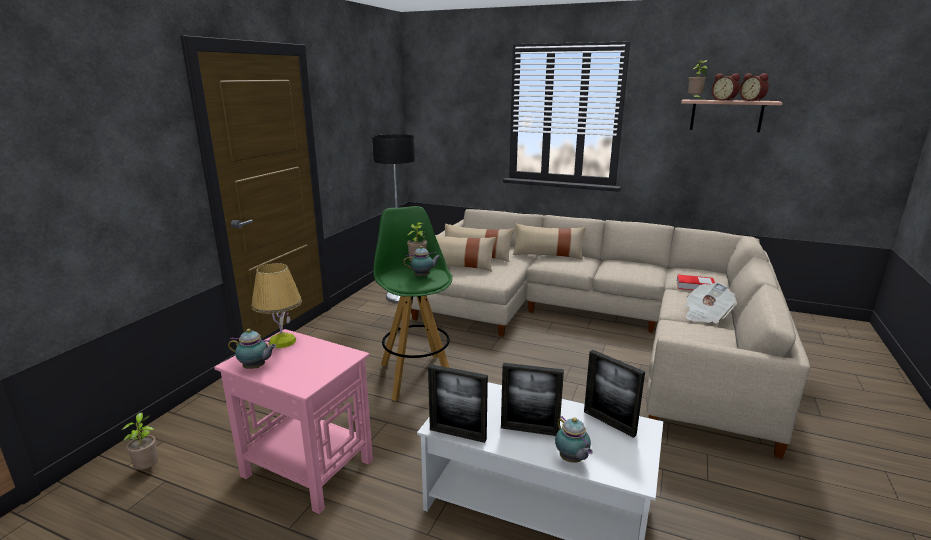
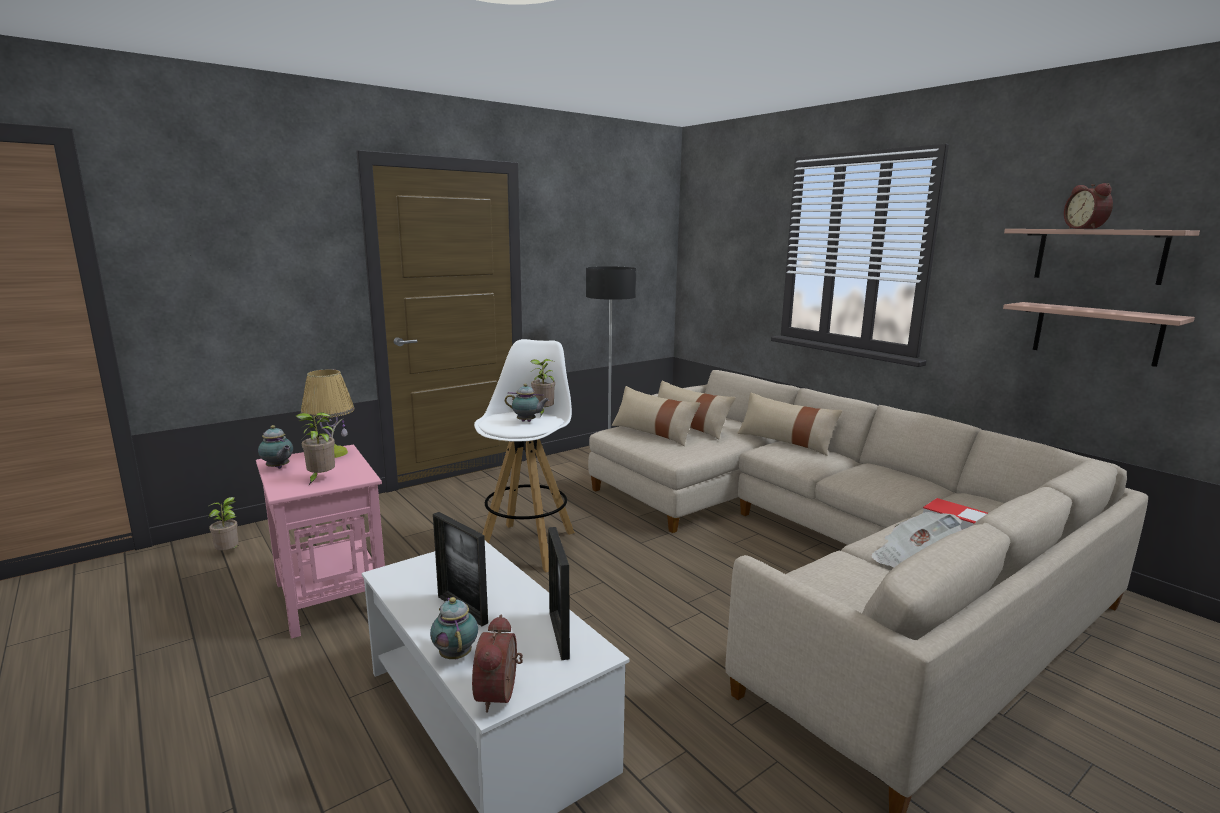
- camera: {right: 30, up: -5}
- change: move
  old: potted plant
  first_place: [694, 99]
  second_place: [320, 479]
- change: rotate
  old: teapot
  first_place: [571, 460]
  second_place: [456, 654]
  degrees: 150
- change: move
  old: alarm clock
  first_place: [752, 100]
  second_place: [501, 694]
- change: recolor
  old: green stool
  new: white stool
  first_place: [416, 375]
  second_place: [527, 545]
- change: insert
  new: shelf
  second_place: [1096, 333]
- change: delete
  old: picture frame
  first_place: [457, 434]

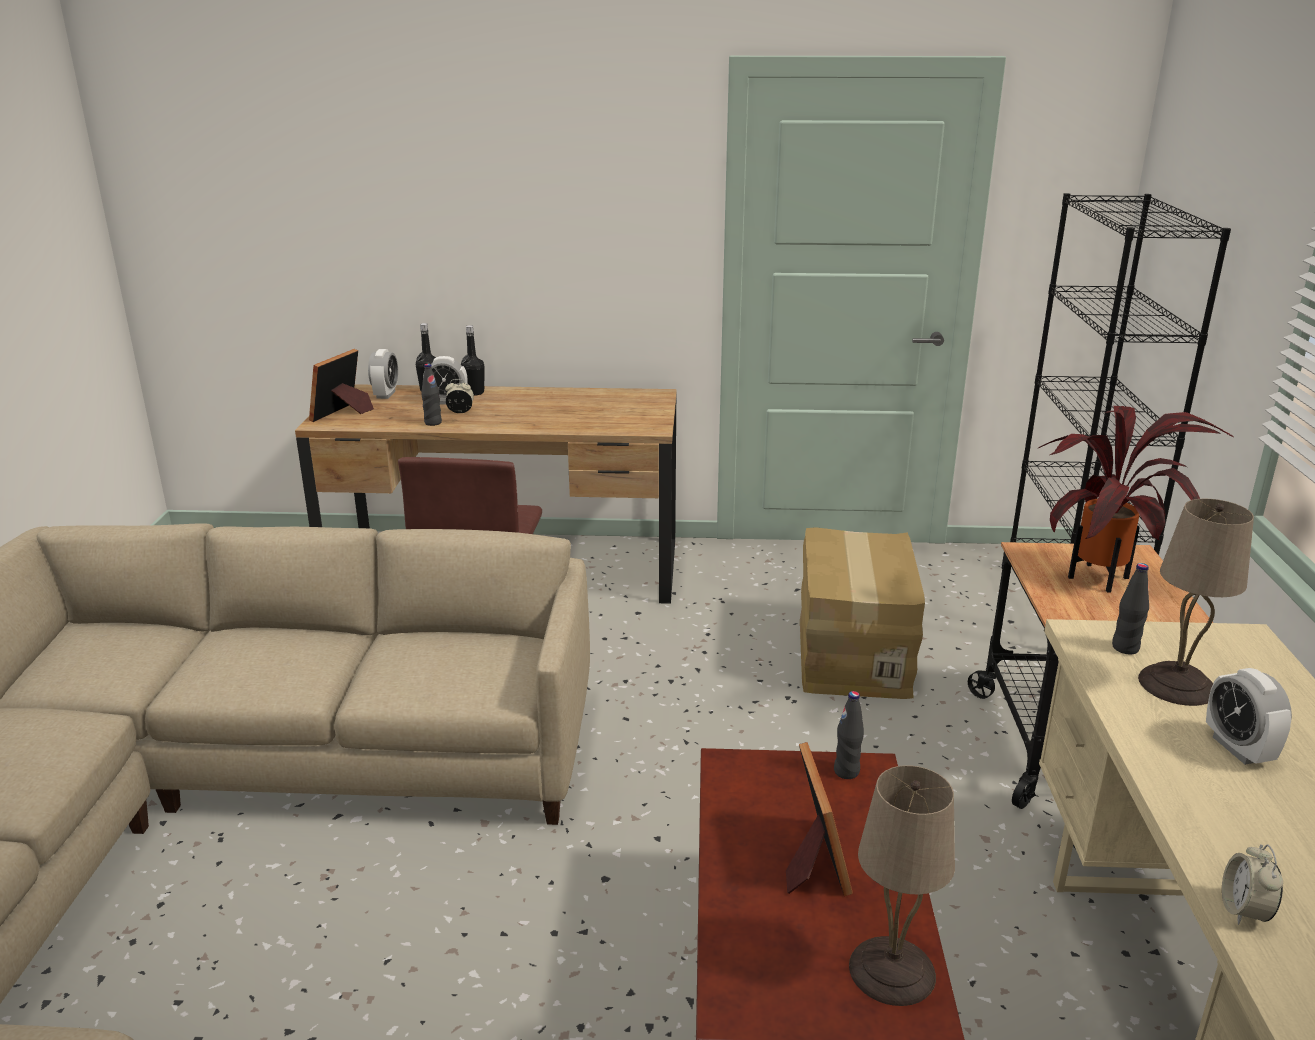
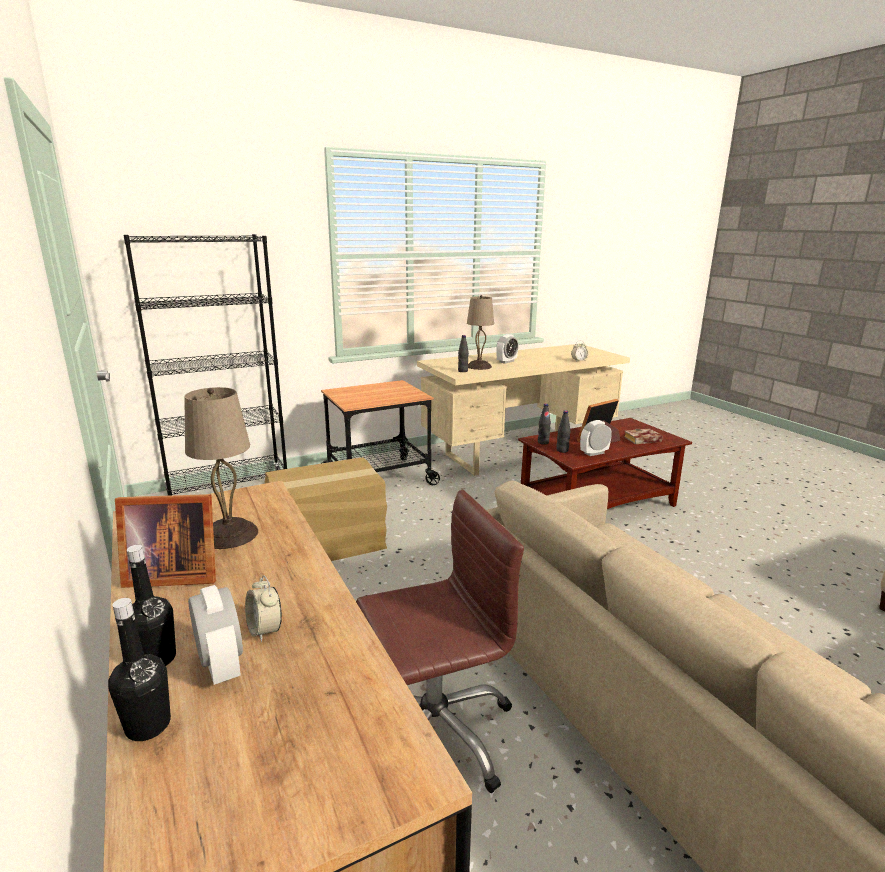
- camera: {right: -120, up: -5}
- change: move
  old: picture frame
  first_place: [343, 413]
  second_place: [171, 574]
- change: move
  old: beige table lamp
  first_place: [892, 972]
  second_place: [231, 534]
- change: move
  old: black bottle
  first_place: [433, 423]
  second_place: [562, 450]
- change: move
  old: alarm clock
  first_place: [386, 394]
  second_place: [594, 453]
- change: insert
  new: book
  second_place: [641, 440]
- change: delete
  old: potted plant
  first_place: [1102, 581]

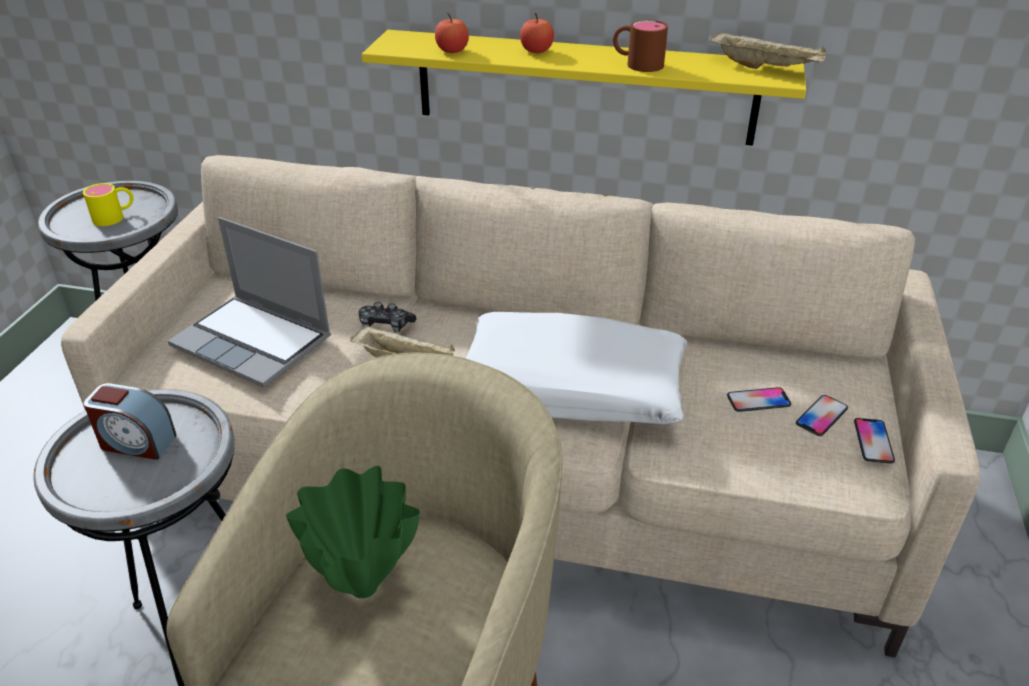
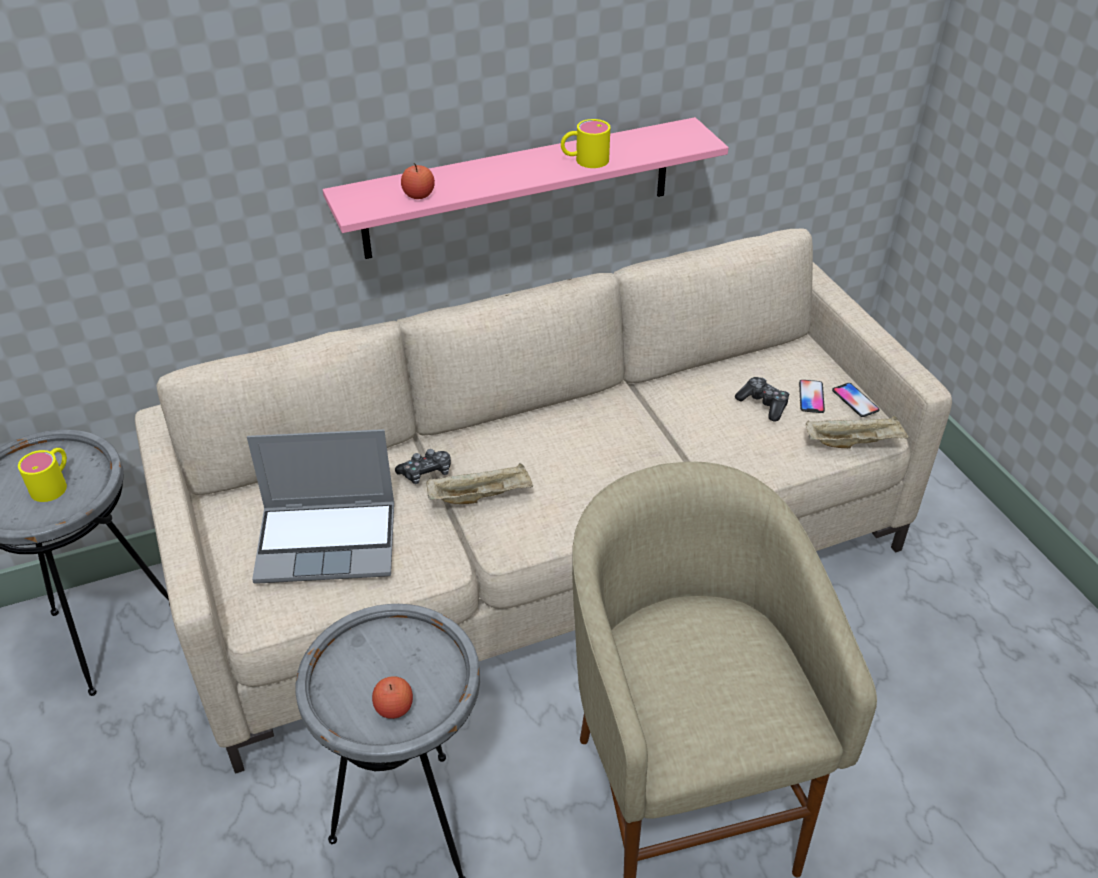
- camera: {right: -35, up: 5}
- change: recolor
  old: yellow shelf
  new: pink shelf
  first_place: [584, 87]
  second_place: [519, 188]
- change: move
  old: apple
  first_place: [536, 51]
  second_place: [394, 708]
- change: recolor
  old: brown mug
  new: yellow mug
  first_place: [637, 64]
  second_place: [584, 160]
- change: replace
  old: phone
  new: game controller
  first_place: [758, 401]
  second_place: [763, 404]
- change: move
  old: beige tray
  first_place: [766, 67]
  second_place: [854, 442]
- change: delete
  old: alarm clock
  first_place: [136, 442]
- change: delete
  old: green vase
  first_place: [365, 585]
- change: delete
  old: white pillow
  first_place: [571, 387]

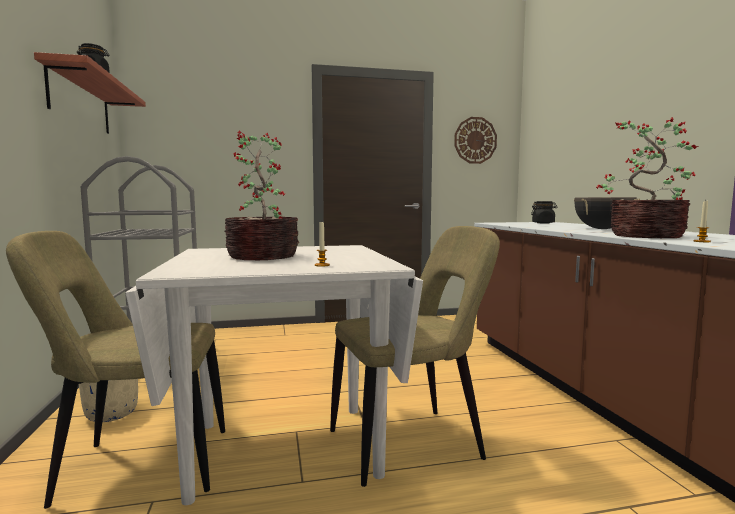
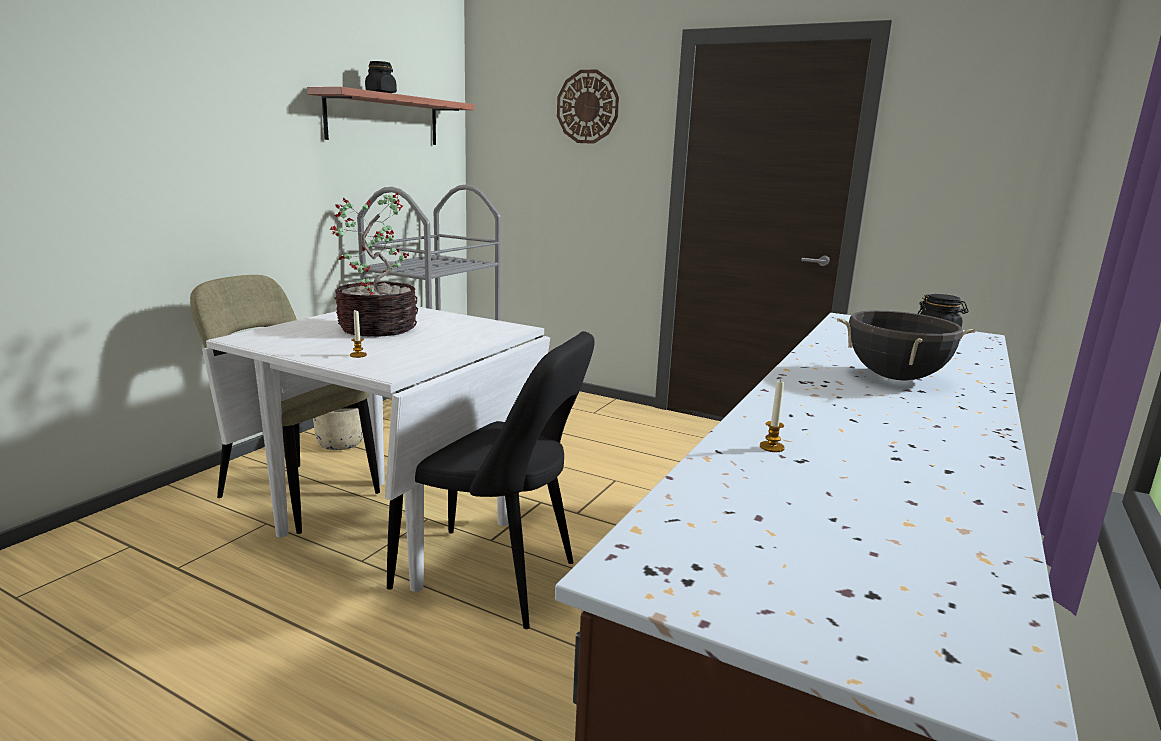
- camera: {right: 40, up: 10}
- change: recolor
  old: beige chair
  new: black chair
  first_place: [412, 444]
  second_place: [492, 578]
- change: move
  old: wall clock
  first_place: [475, 140]
  second_place: [587, 107]
- change: delete
  old: potted plant
  first_place: [643, 236]

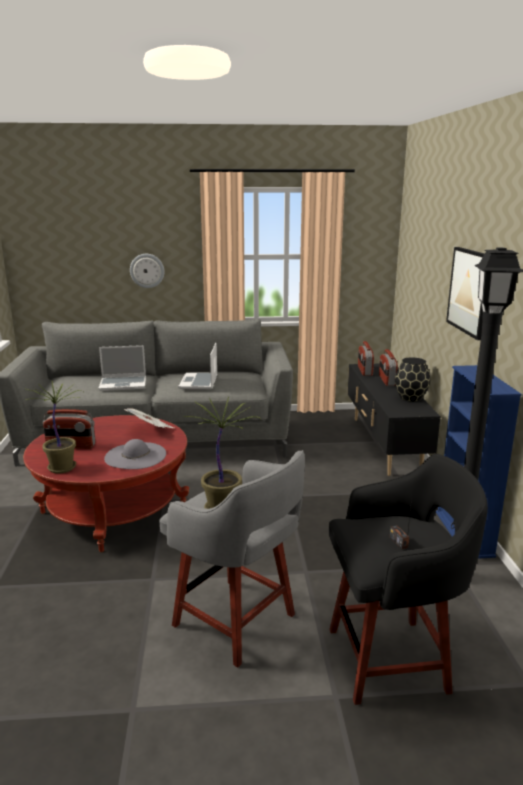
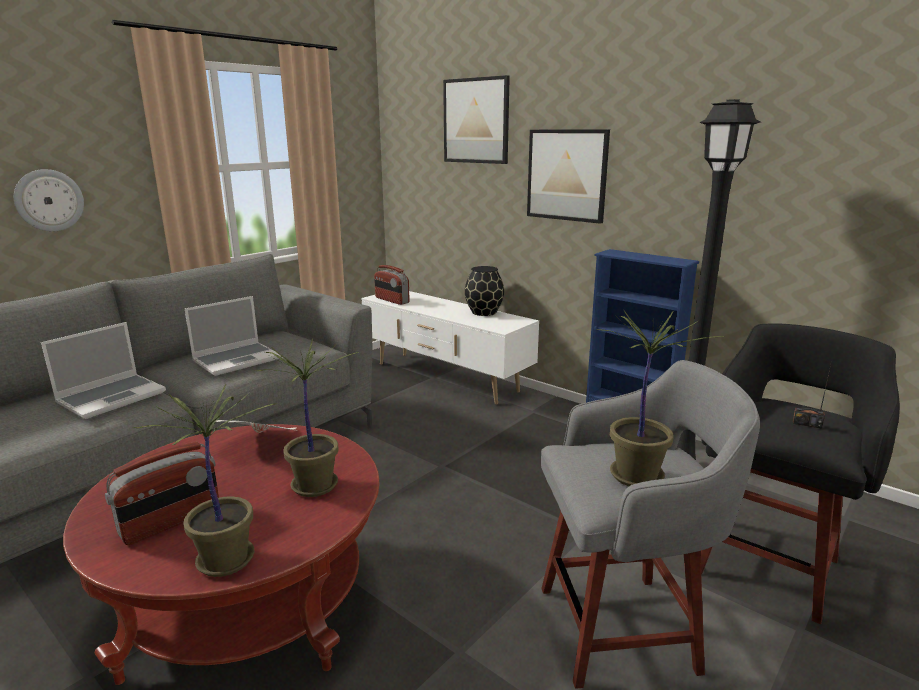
- camera: {right: -45, up: 0}
- change: rotate
  old: laptop
  first_place: [199, 382]
  second_place: [237, 360]
  degrees: -90
- change: replace
  old: grey hat
  new: potted plant
  first_place: [135, 456]
  second_place: [314, 485]
- change: recolor
  old: black tv stand
  new: white tv stand
  first_place: [384, 445]
  second_place: [445, 378]
- change: insert
  new: picture
  second_place: [476, 121]
- change: delete
  old: radio
  first_place: [387, 380]

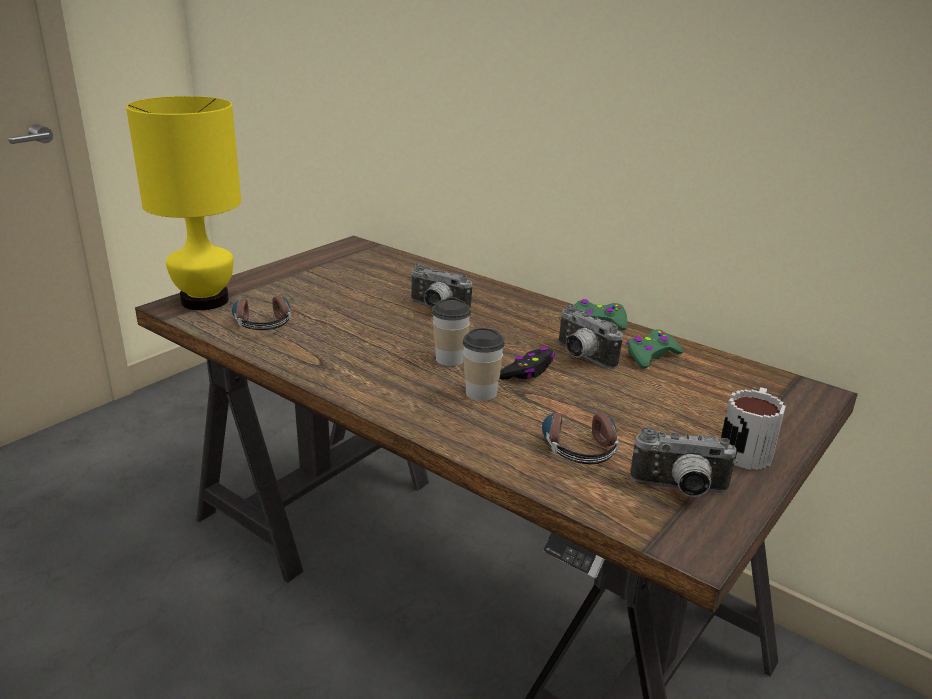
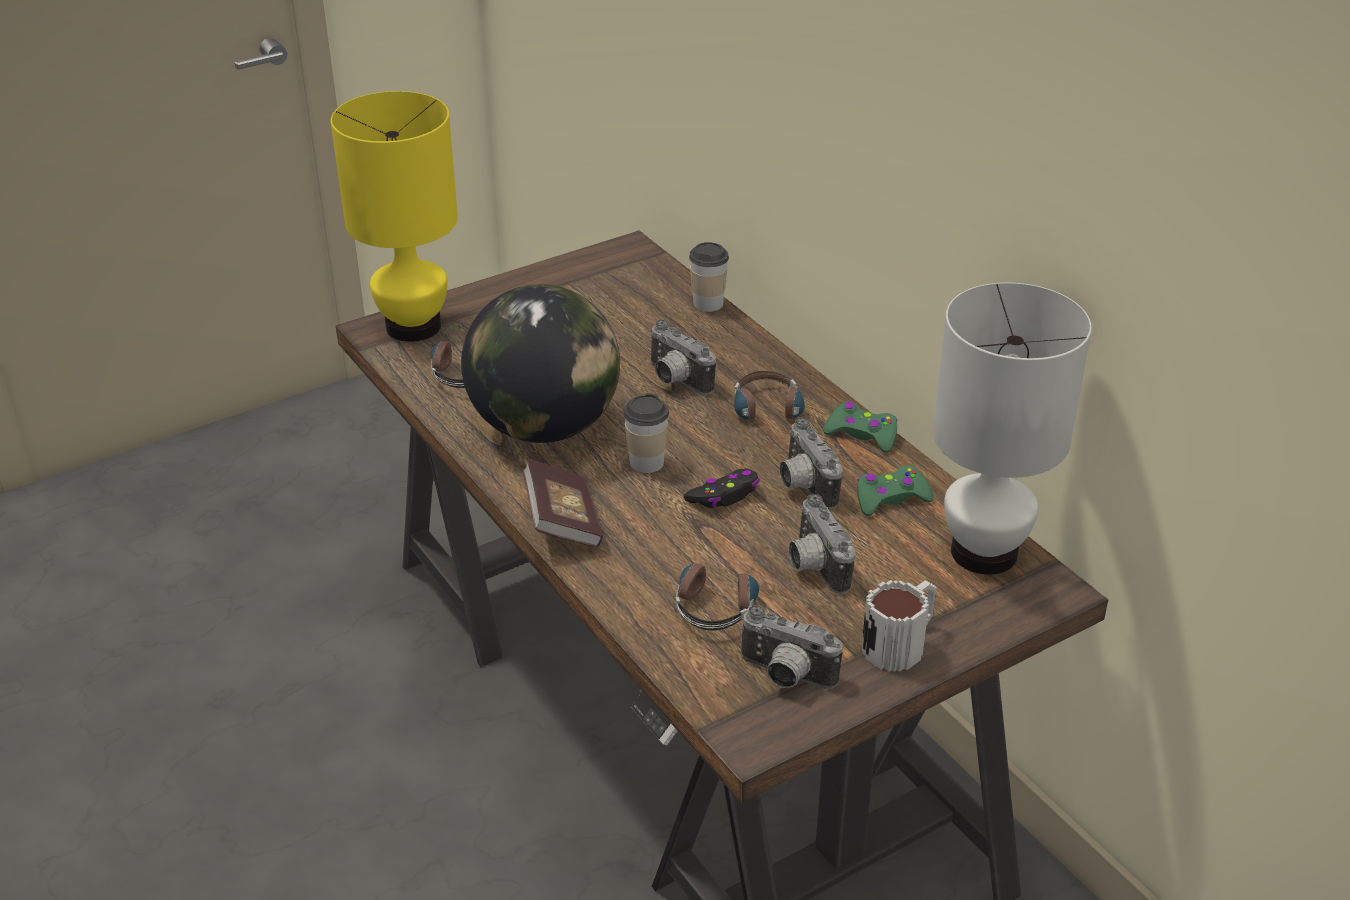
- camera: {right: 20, up: 10}
- change: insert
  new: globe
  second_place: [544, 427]
- change: insert
  new: book
  second_place: [563, 522]
- change: move
  old: cup
  first_place: [481, 393]
  second_place: [708, 304]
- change: insert
  new: headphones
  second_place: [768, 414]
- change: insert
  new: photo camera
  second_place: [813, 566]
- change: insert
  new: white table lamp
  second_place: [985, 552]

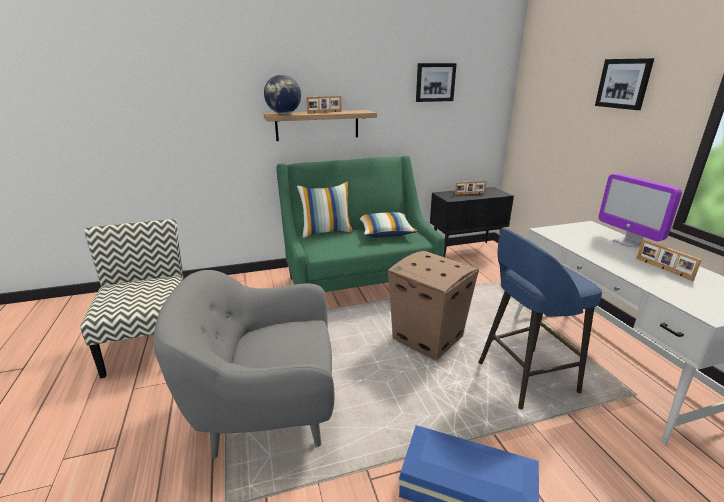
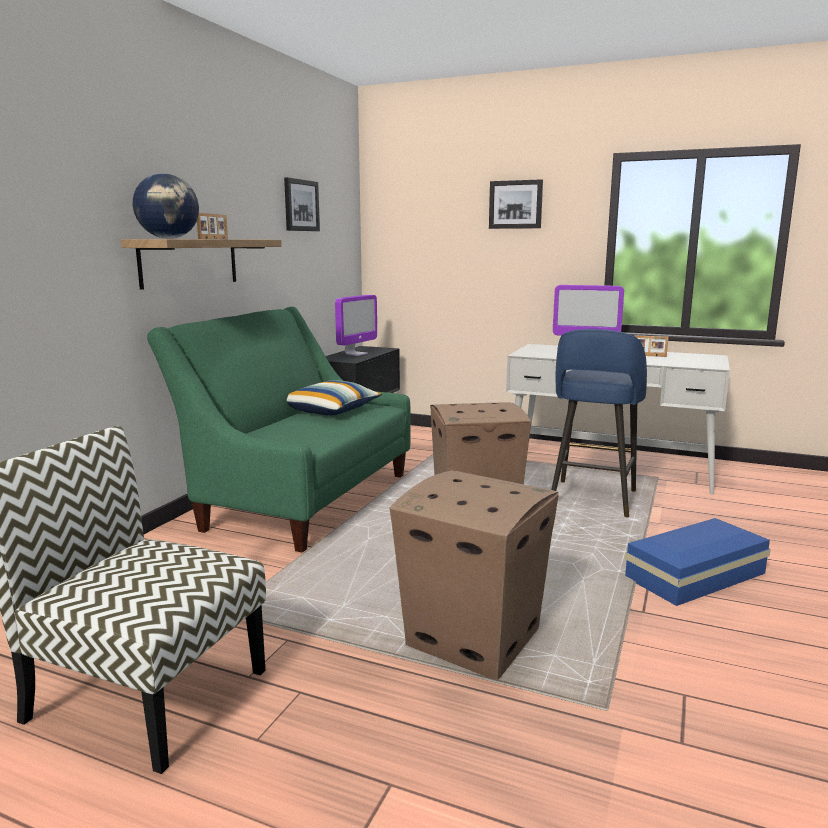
- camera: {right: -50, up: -10}
- change: replace
  old: picture frame
  new: monitor
  first_place: [470, 194]
  second_place: [356, 354]
- change: replace
  old: grey armchair
  new: cardboard box
  first_place: [265, 411]
  second_place: [471, 637]
- change: delete
  old: pillow
  first_place: [326, 232]

